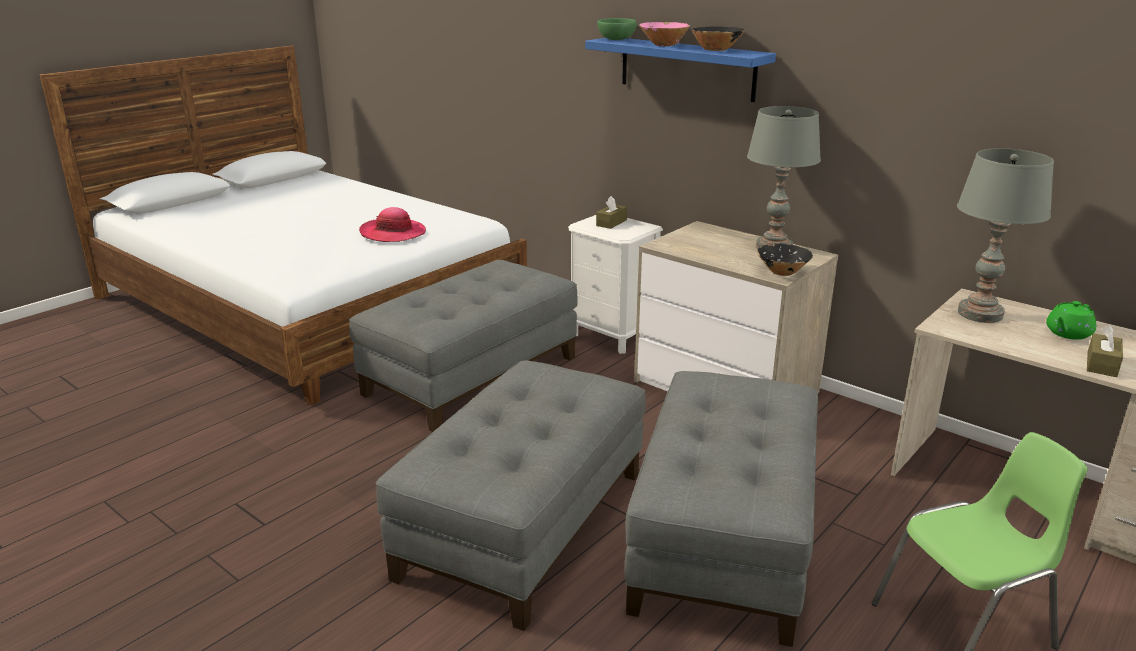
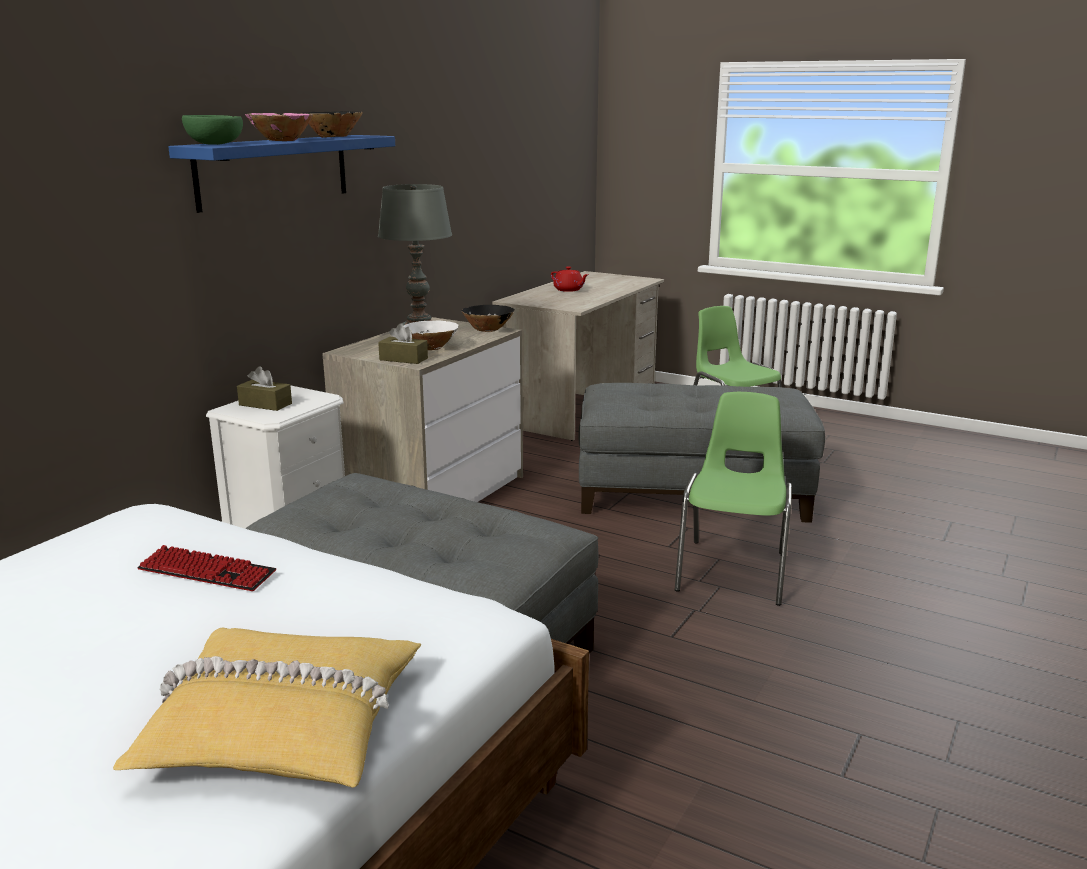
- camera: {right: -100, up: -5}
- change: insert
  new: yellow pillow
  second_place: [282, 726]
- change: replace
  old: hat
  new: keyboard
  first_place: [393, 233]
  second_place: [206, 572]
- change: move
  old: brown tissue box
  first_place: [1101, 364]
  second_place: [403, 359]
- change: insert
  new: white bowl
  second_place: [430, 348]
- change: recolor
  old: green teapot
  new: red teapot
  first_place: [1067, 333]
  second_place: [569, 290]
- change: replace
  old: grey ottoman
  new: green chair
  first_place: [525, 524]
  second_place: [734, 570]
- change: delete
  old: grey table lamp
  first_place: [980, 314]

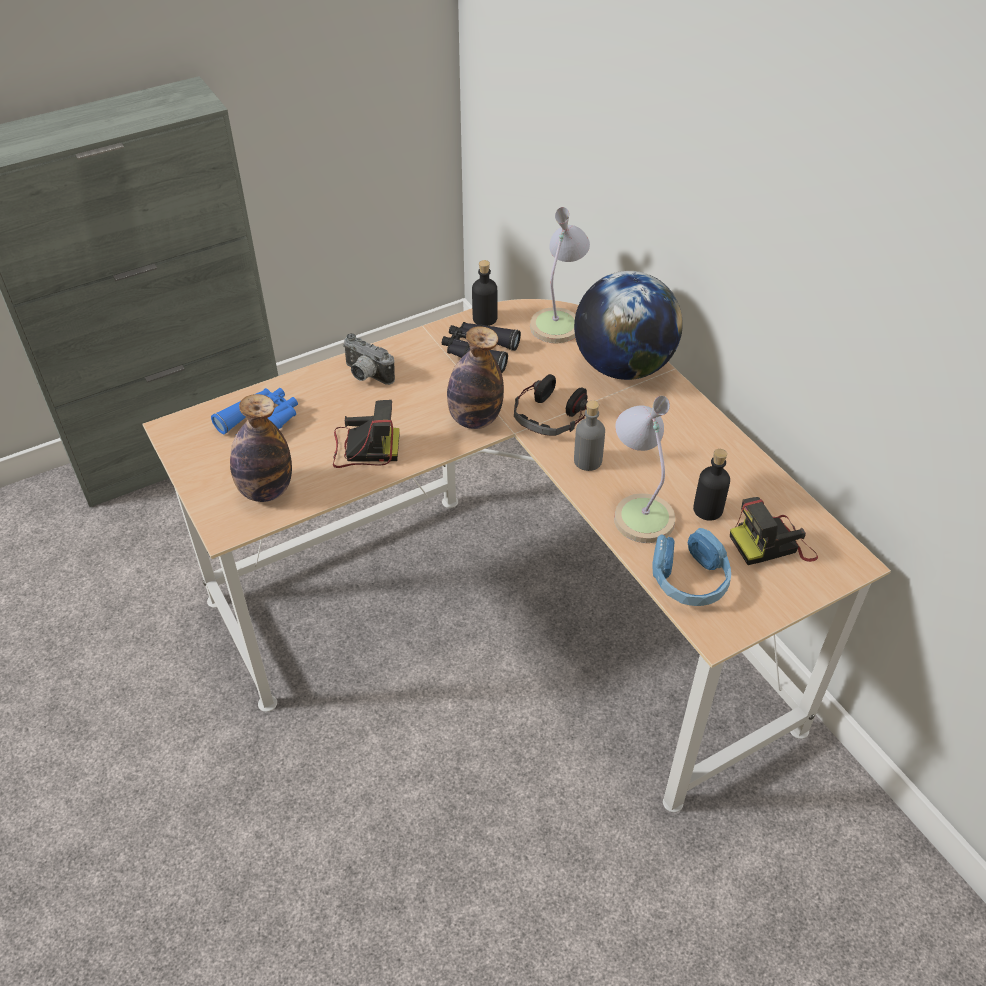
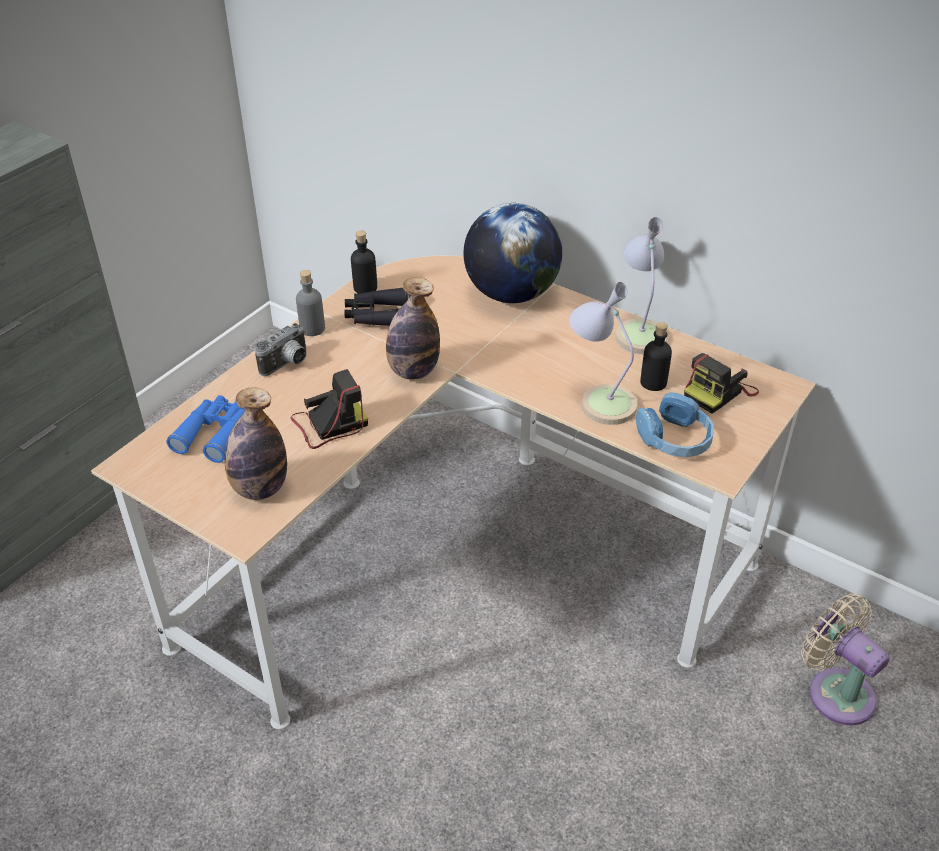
- camera: {right: -25, up: -5}
- change: rotate
  old: photo camera
  first_place: [365, 375]
  second_place: [288, 364]
  degrees: -60
- change: move
  old: grey bottle
  first_place: [587, 461]
  second_place: [312, 329]
- change: move
  old: table lamp
  first_place: [559, 320]
  second_place: [639, 330]
- change: insert
  new: beige fan
  second_place: [835, 691]
- change: delete
  old: headphones
  first_place: [550, 415]

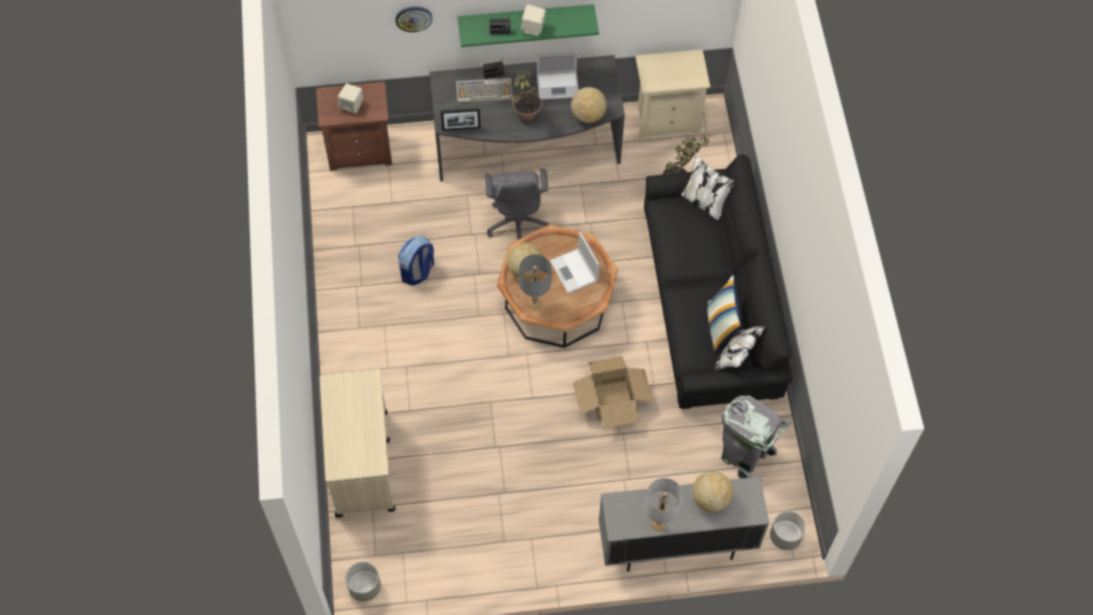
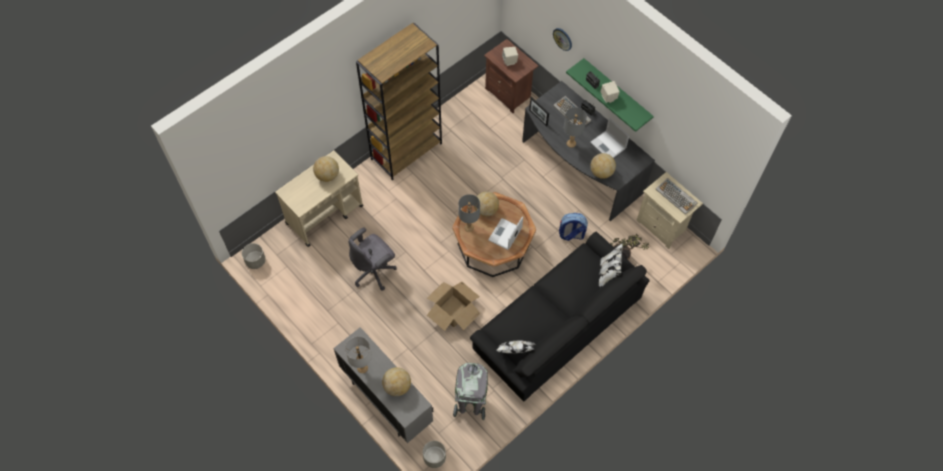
- camera: {right: 55, up: 0}
- change: insert
  new: globe
  second_place: [327, 175]
- change: move
  old: grey office chair
  first_place: [517, 222]
  second_place: [374, 271]
- change: insert
  new: brown bookcase
  second_place: [406, 151]
- change: move
  old: backpack
  first_place: [417, 272]
  second_place: [571, 234]
- change: replace
  old: potted plant
  new: grey table lamp
  first_place: [524, 119]
  second_place: [571, 143]
- change: insert
  new: keyboard
  second_place: [676, 196]
- change: delete
  old: pillow
  first_place: [720, 326]

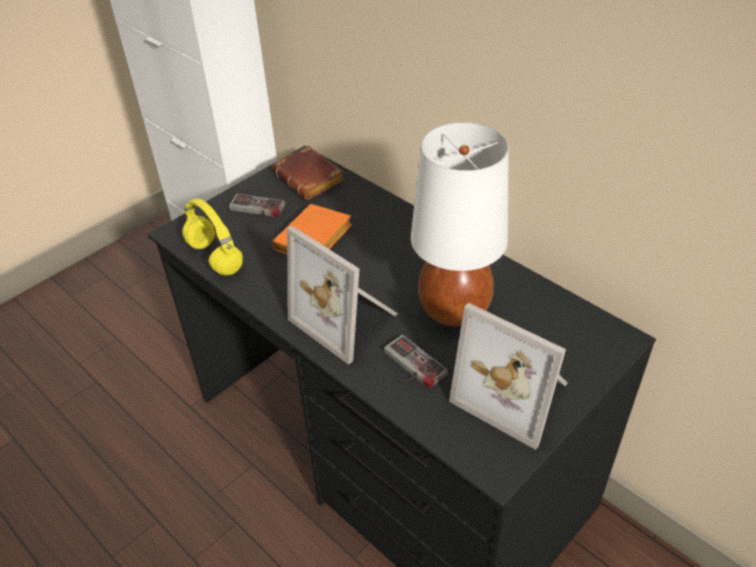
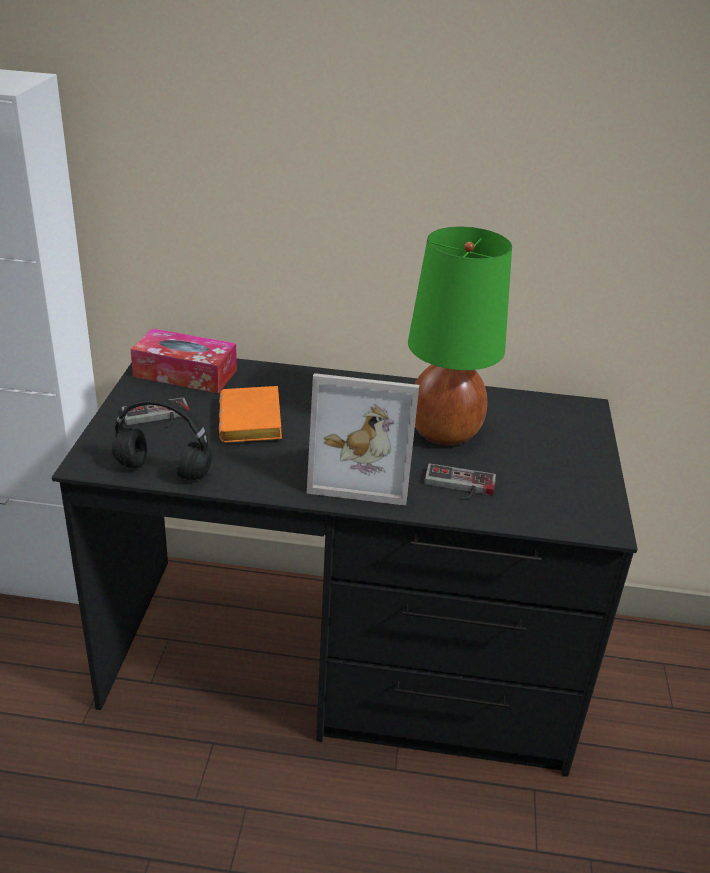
- camera: {right: -40, up: -10}
- change: recolor
  old: yellow headphones
  new: black headphones
  first_place: [213, 257]
  second_place: [161, 470]
- change: replace
  old: brown book
  new: tissue box
  first_place: [311, 179]
  second_place: [185, 373]
- change: recolor
  old: white table lamp
  new: green table lamp
  first_place: [453, 310]
  second_place: [444, 433]
- change: delete
  old: picture frame
  first_place: [515, 393]

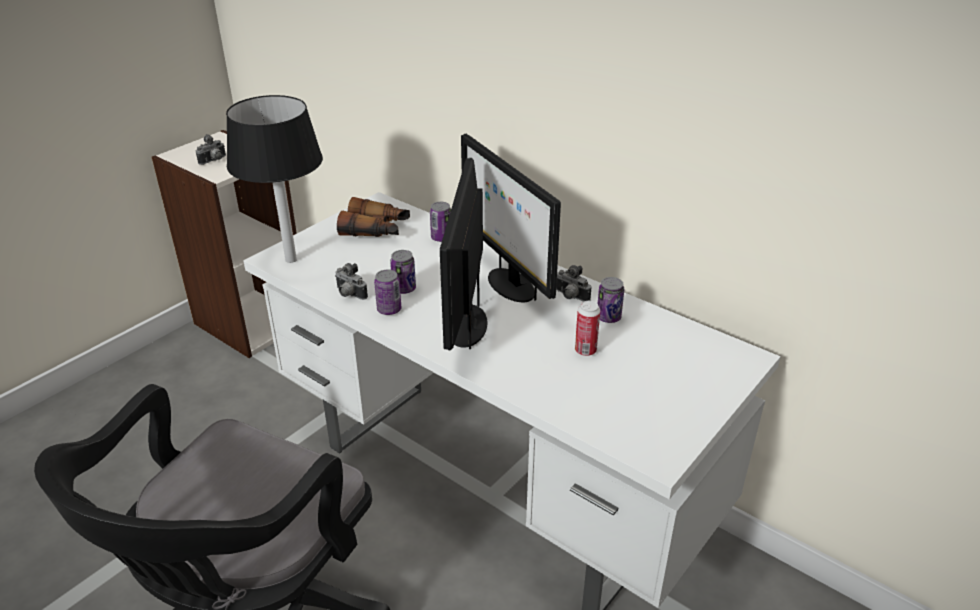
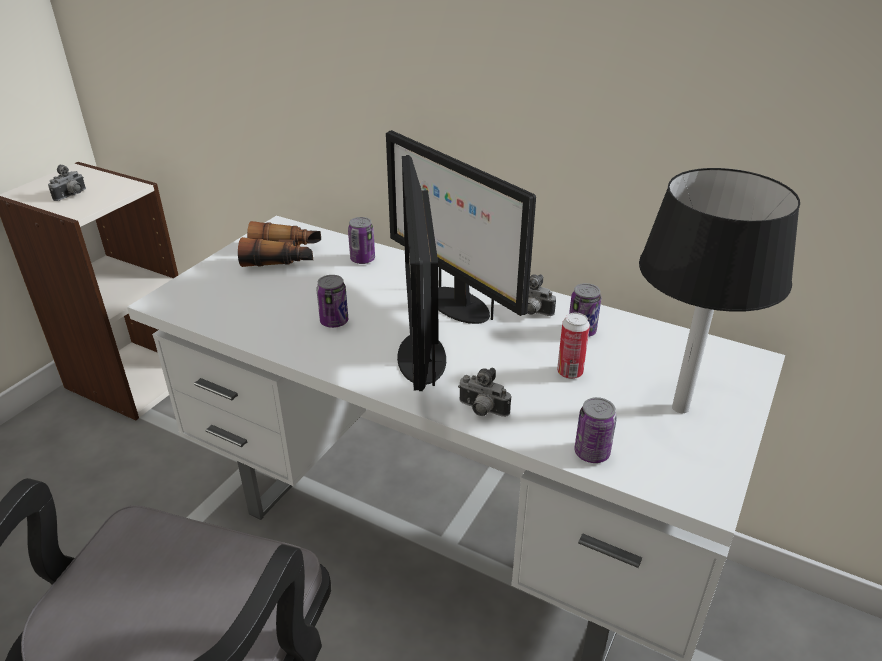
- camera: {right: -10, up: 0}
- change: move
  old: photo camera
  first_place: [349, 295]
  second_place: [481, 411]
- change: move
  old: can
  first_place: [389, 310]
  second_place: [591, 453]
- change: move
  old: black table lamp
  first_place: [291, 260]
  second_place: [680, 408]

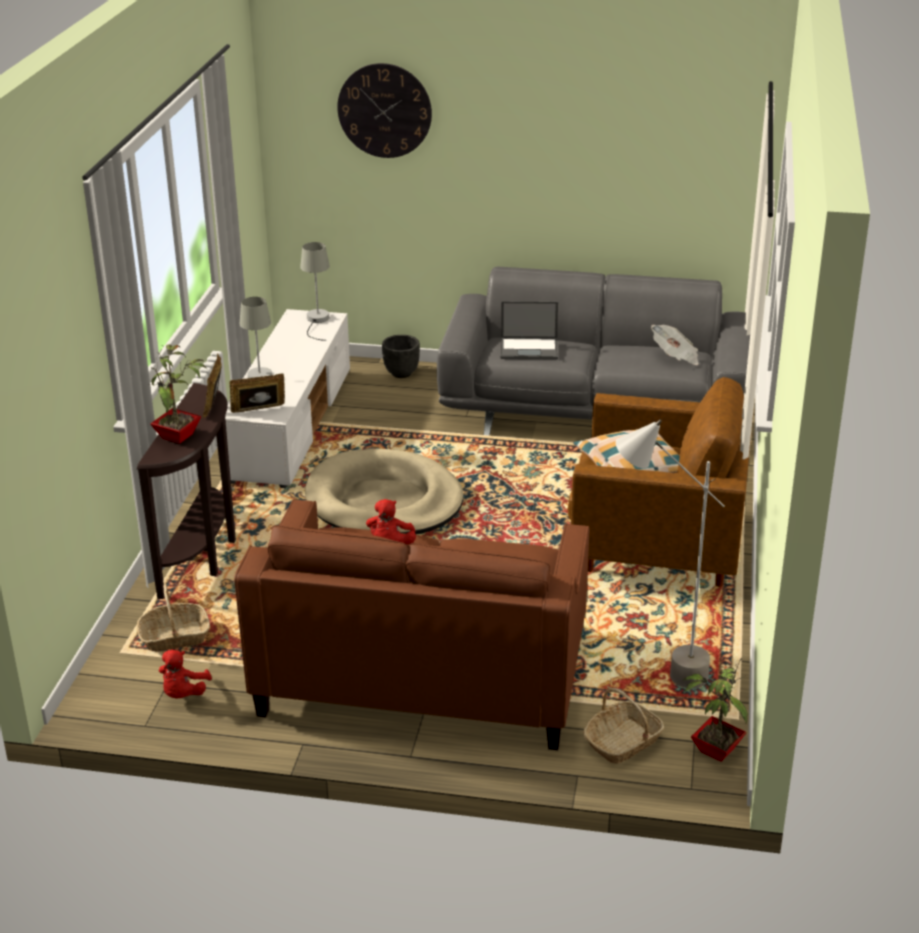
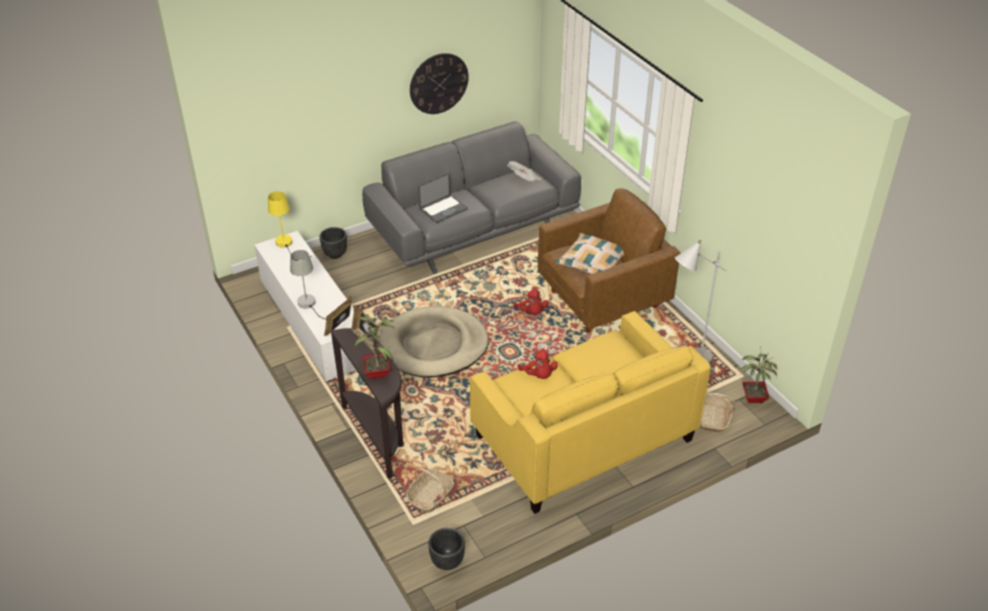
- camera: {right: -40, up: 10}
- change: recolor
  old: grey table lamp
  new: yellow table lamp
  first_place: [317, 321]
  second_place: [286, 245]
- change: move
  old: wall clock
  first_place: [384, 110]
  second_place: [439, 83]
- change: insert
  new: black planter
  second_place: [447, 561]
- change: recolor
  old: brown sofa
  new: yellow sofa
  first_place: [422, 673]
  second_place: [582, 438]
- change: move
  old: red plush toy
  first_place: [183, 694]
  second_place: [531, 312]

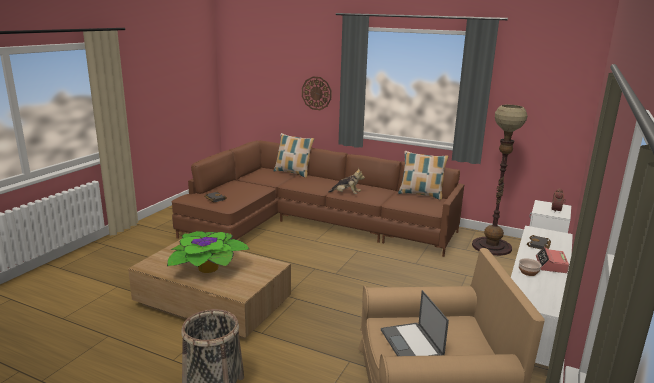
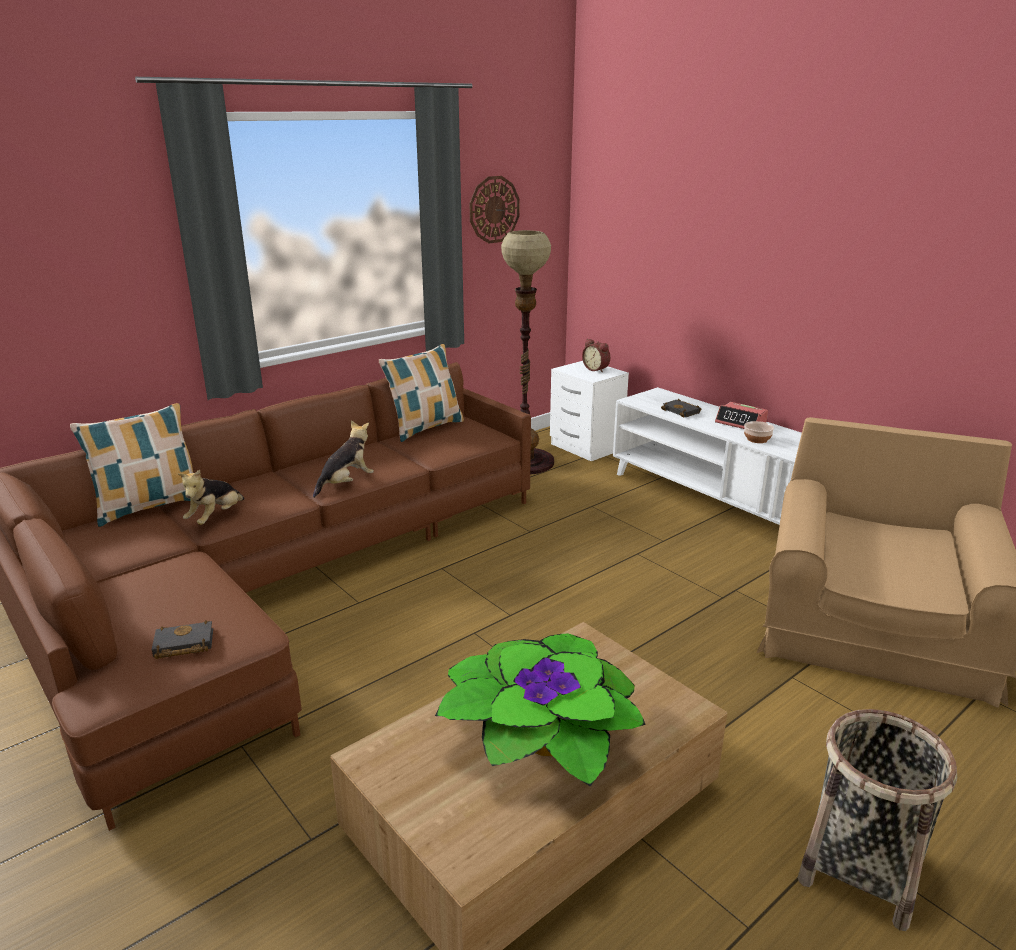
- camera: {right: -65, up: 5}
- change: insert
  new: plush toy
  second_place: [216, 517]
- change: move
  old: wall clock
  first_place: [316, 93]
  second_place: [494, 209]
- change: delete
  old: laptop
  first_place: [412, 343]

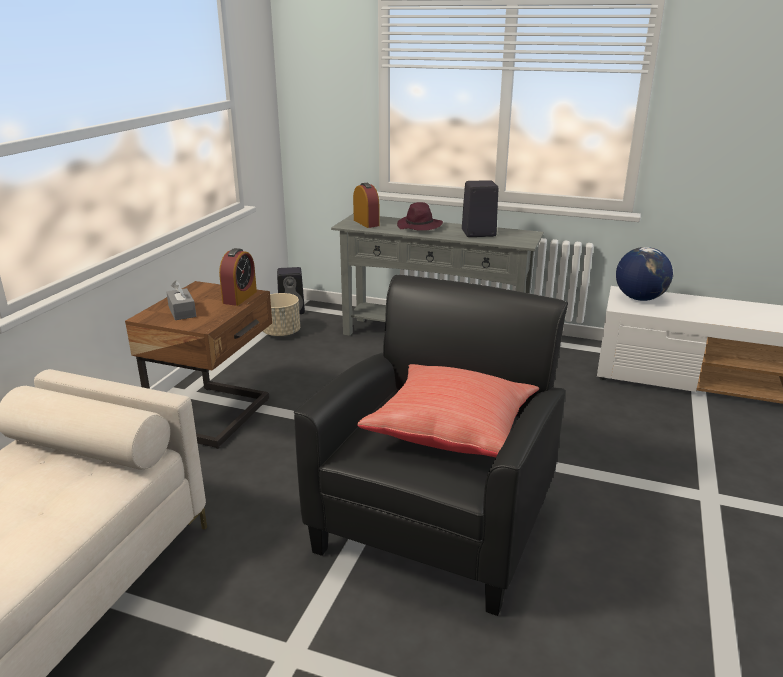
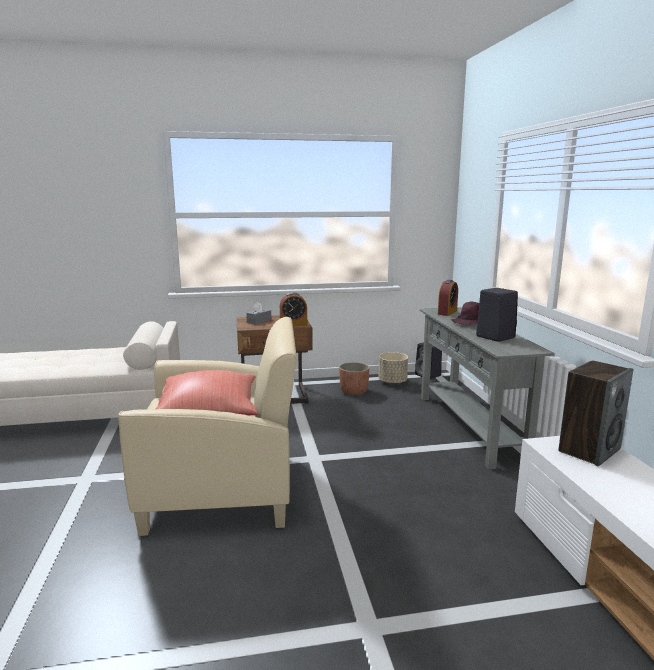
- camera: {right: 60, up: -10}
- change: recolor
  old: black armchair
  new: beige armchair
  first_place: [436, 522]
  second_place: [223, 490]
- change: insert
  new: planter
  second_place: [354, 391]
- change: replace
  old: globe
  new: speaker
  first_place: [639, 298]
  second_place: [589, 450]

